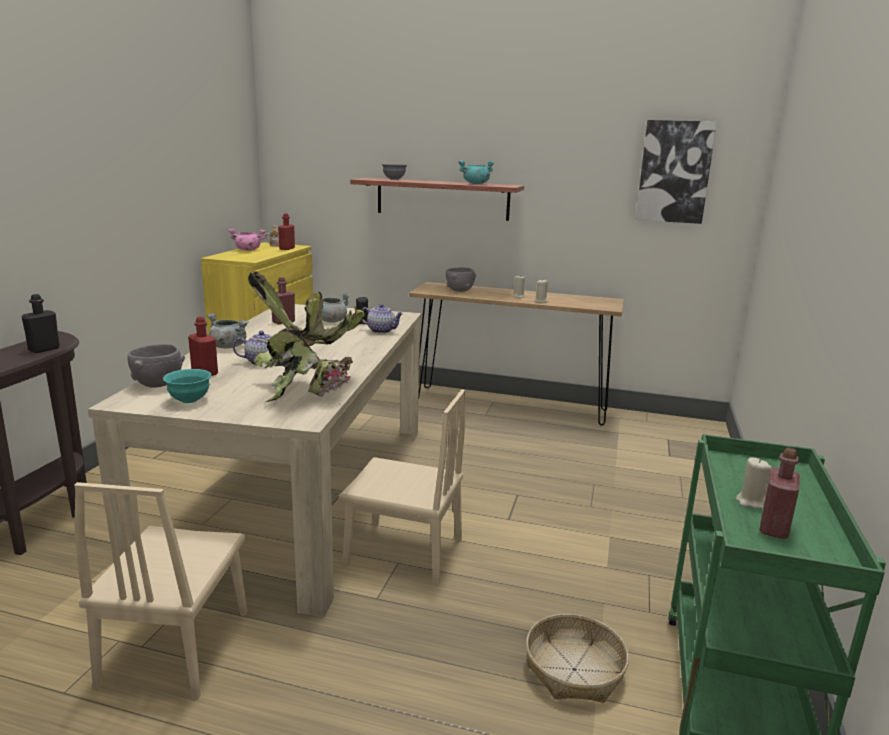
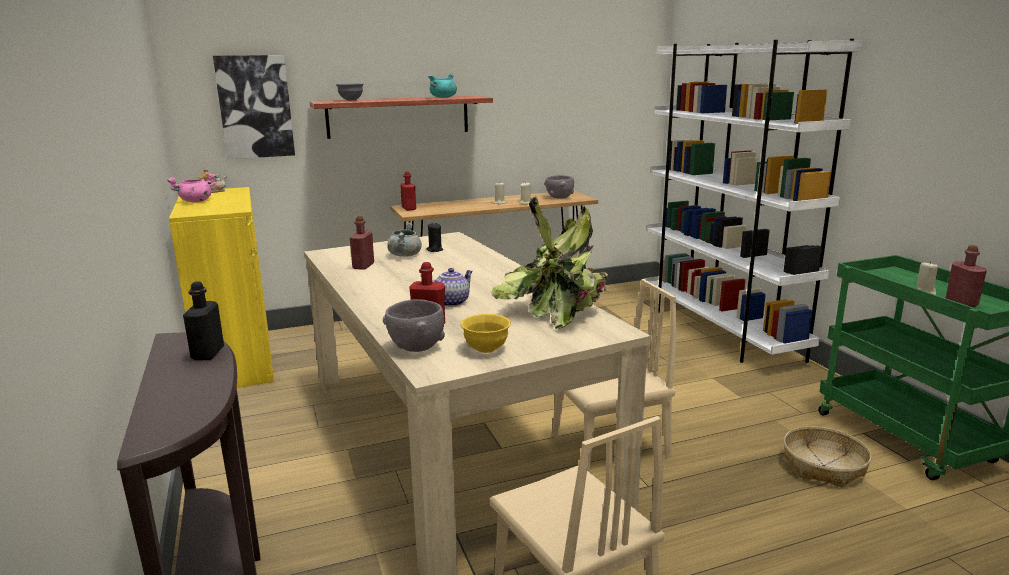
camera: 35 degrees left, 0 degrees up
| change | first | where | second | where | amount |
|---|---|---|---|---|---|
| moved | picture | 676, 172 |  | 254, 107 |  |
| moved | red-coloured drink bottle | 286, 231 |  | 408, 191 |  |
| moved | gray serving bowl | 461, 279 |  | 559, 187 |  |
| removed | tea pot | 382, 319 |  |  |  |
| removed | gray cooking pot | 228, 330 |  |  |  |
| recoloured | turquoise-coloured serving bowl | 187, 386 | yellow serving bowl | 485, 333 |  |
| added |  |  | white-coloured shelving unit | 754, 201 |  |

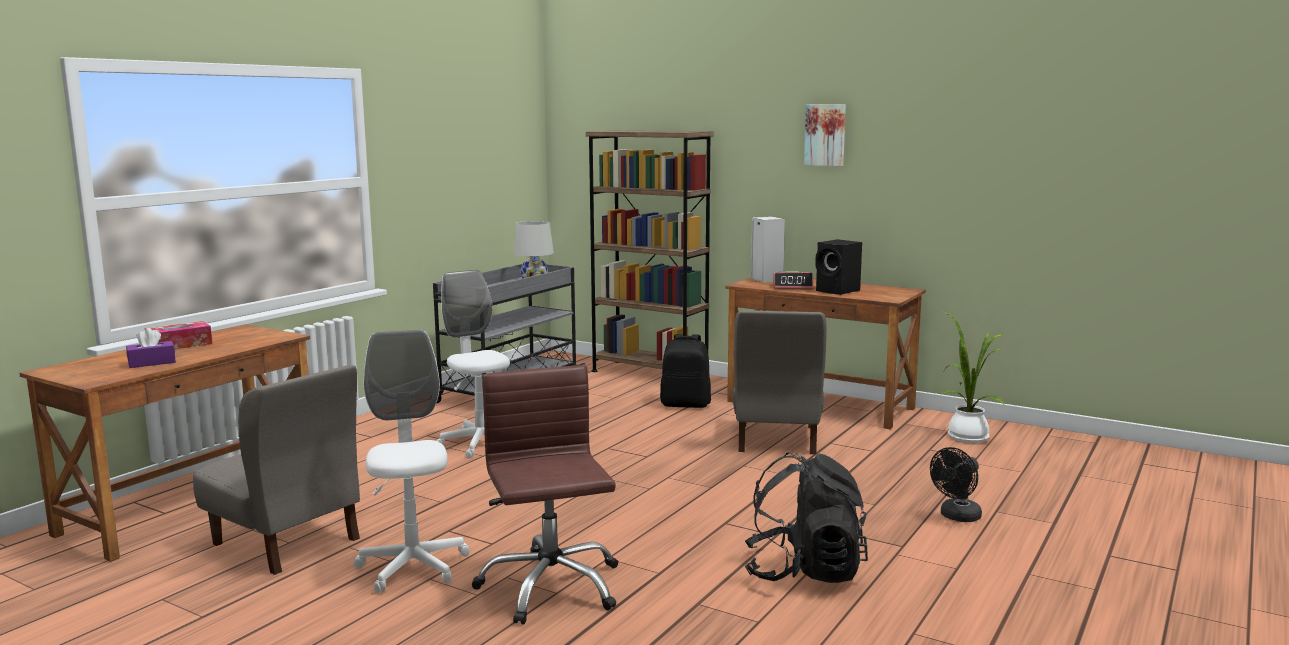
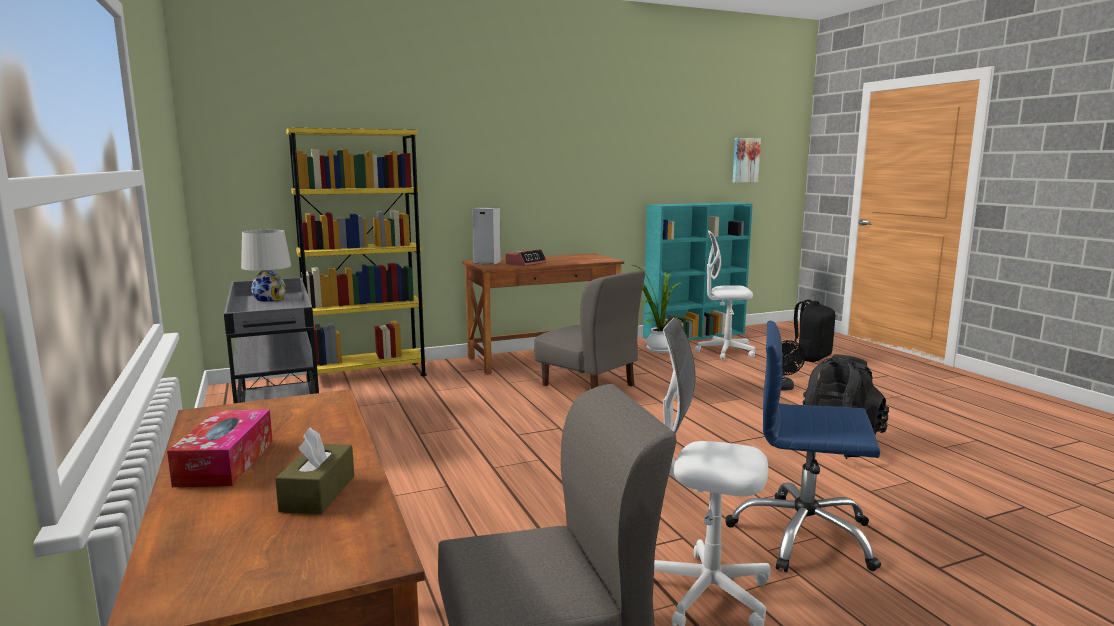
camera: 55 degrees left, 0 degrees up
| change | first | where | second | where | amount |
|---|---|---|---|---|---|
| moved | picture | 825, 135 |  | 747, 160 |  |
| recoloured | brownish shelving unit | 650, 251 | yellow shelving unit | 356, 253 |  |
| removed | black audio speaker | 838, 267 |  |  |  |
| moved | white-coloured desk chair | 473, 364 |  | 724, 295 |  |
| recoloured | purplish tissue box | 151, 348 | brownish tissue box | 314, 470 |  |
| moved | black backpack | 685, 371 |  | 814, 330 |  |
| recoloured | brownish desk chair | 545, 495 | bluish desk chair | 803, 446 |  |
| added |  |  | turquoise-coloured shelving unit | 698, 271 |  |

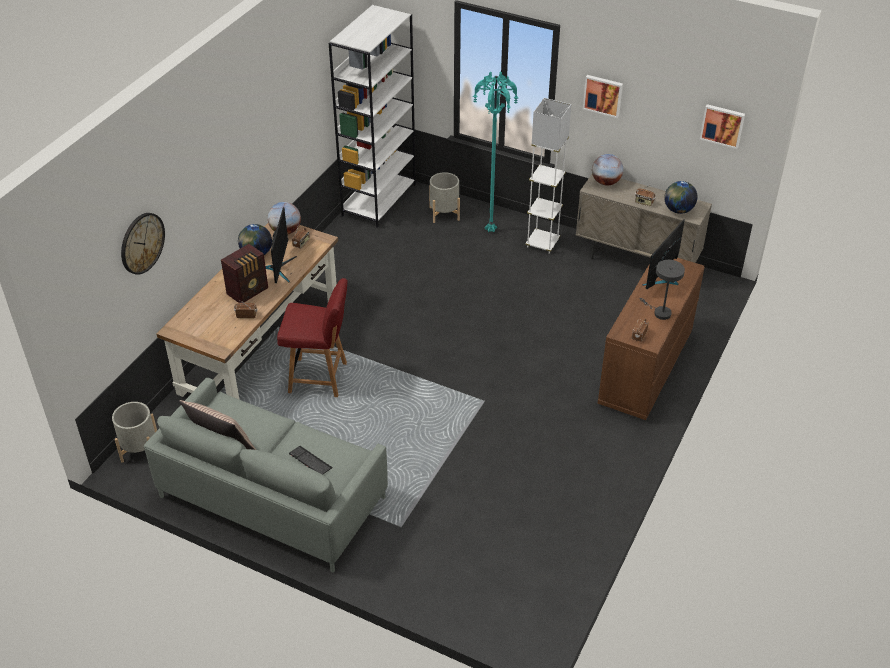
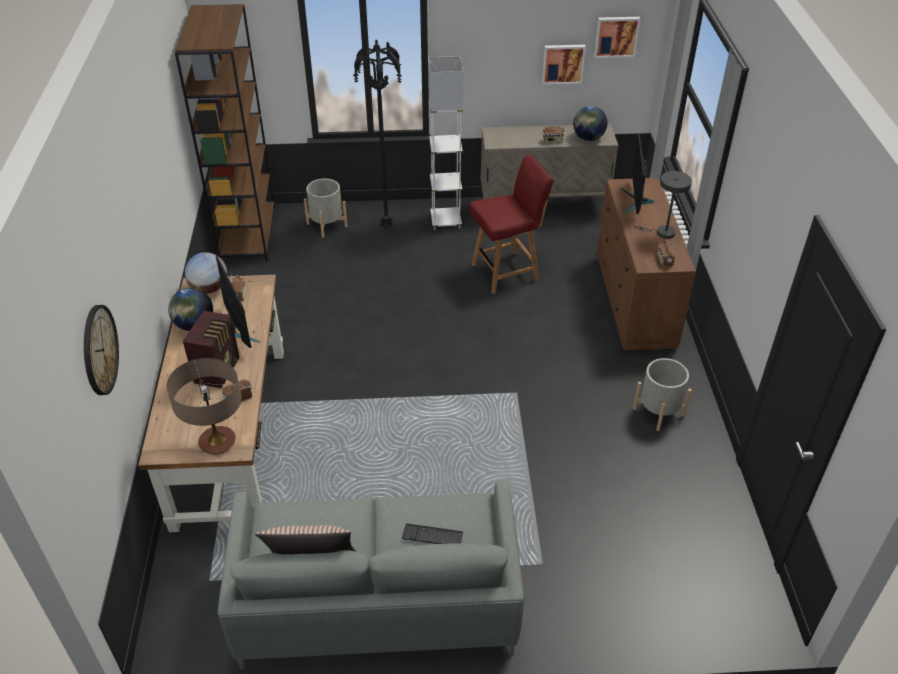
camera: 30 degrees left, 0 degrees up
| change | first | where | second | where | amount |
|---|---|---|---|---|---|
| recoloured | white-coloured shelving unit | 372, 116 | brownish shelving unit | 225, 133 |  |
| recoloured | turquoise-coloured floor lamp | 496, 152 | black floor lamp | 377, 133 |  |
| moved | picture | 603, 96 |  | 564, 65 |  |
| removed | desk globe | 607, 170 |  |  |  |
| moved | red-coloured chair | 312, 337 |  | 511, 224 |  |
| moved | gray plant pot | 134, 432 |  | 662, 394 |  |
| added |  |  | tabletop lamp | 204, 406 |  |

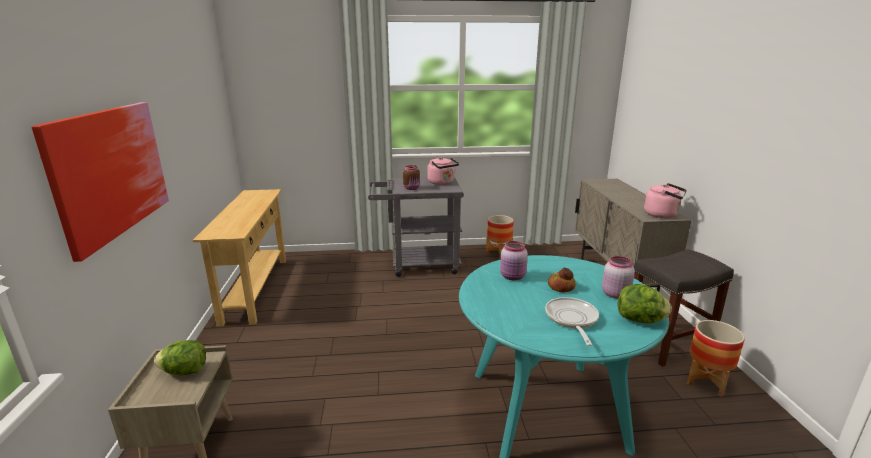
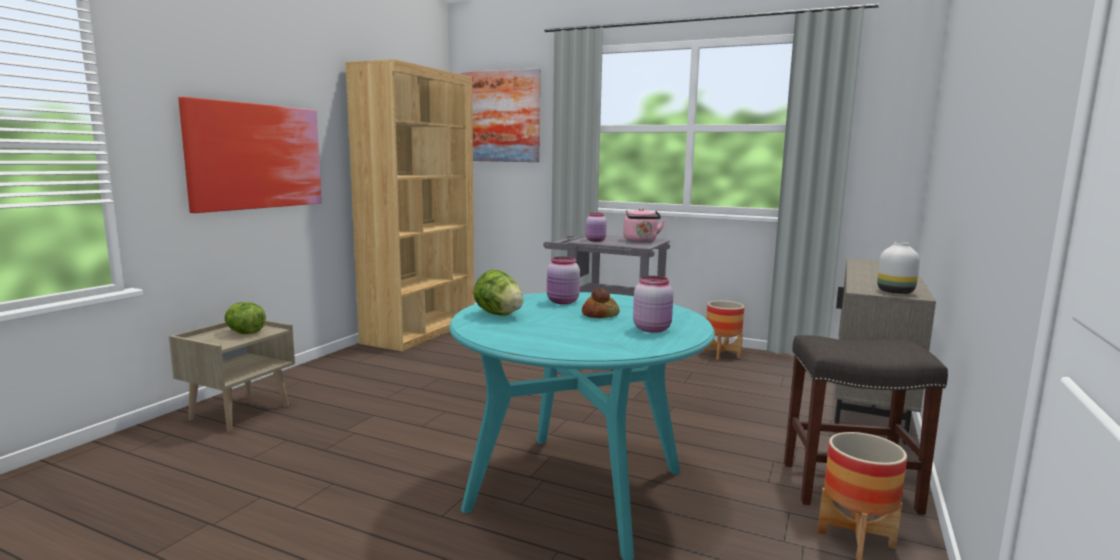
camera: 30 degrees right, 10 degrees down
| change | first | where | second | where | amount |
|---|---|---|---|---|---|
| recoloured | brownish preserve jar | 411, 177 | pink-coloured preserve jar | 596, 227 |  |
| replaced | pink-coloured water kettle | 665, 200 | white-coloured flower vase | 898, 268 |  |
| replaced | beige-coloured console table | 239, 257 | brownish shelving unit | 409, 205 |  |
| moved | head of lettuce | 645, 304 |  | 498, 292 |  |
| removed | skillet | 572, 321 |  |  |  |
| added |  |  | picture | 500, 115 |  |

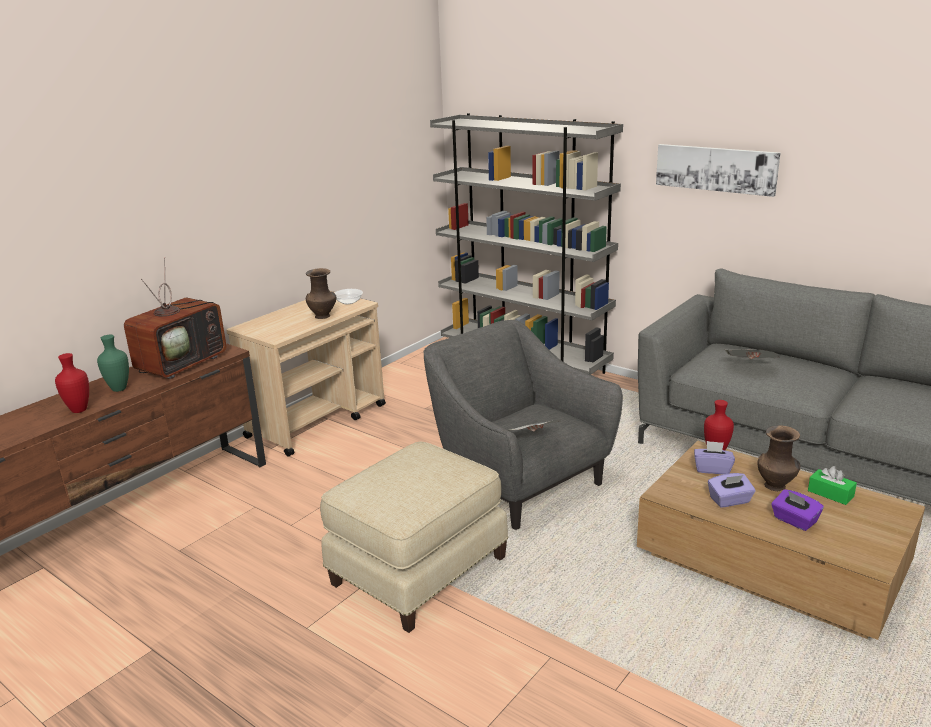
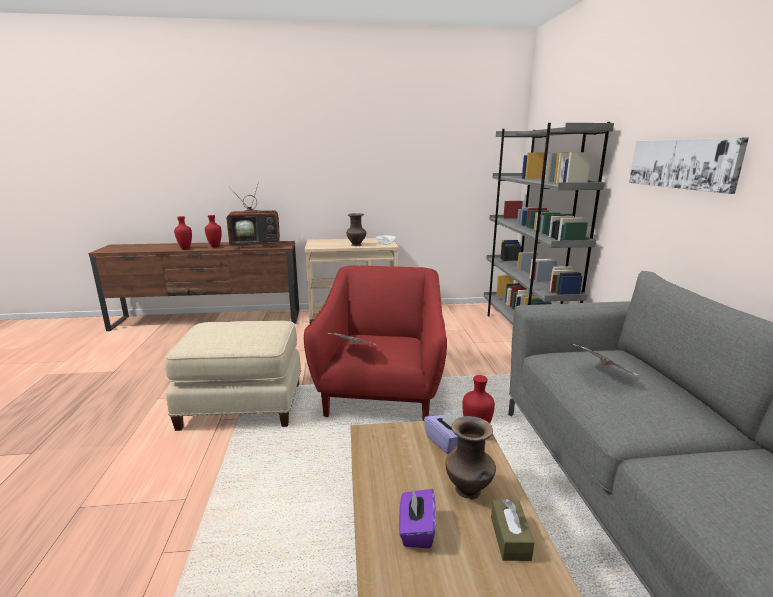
camera: 45 degrees right, 5 degrees down
| change | first | where | second | where | amount |
|---|---|---|---|---|---|
| recoloured | gray armchair | 523, 425 | red-coloured armchair | 375, 343 |  |
| recoloured | greenish flower vase | 113, 363 | red-coloured flower vase | 213, 231 |  |
| recoloured | greenish tissue box | 832, 485 | brownish tissue box | 512, 530 |  |
| removed | purplish tissue box | 732, 490 |  |  |  |

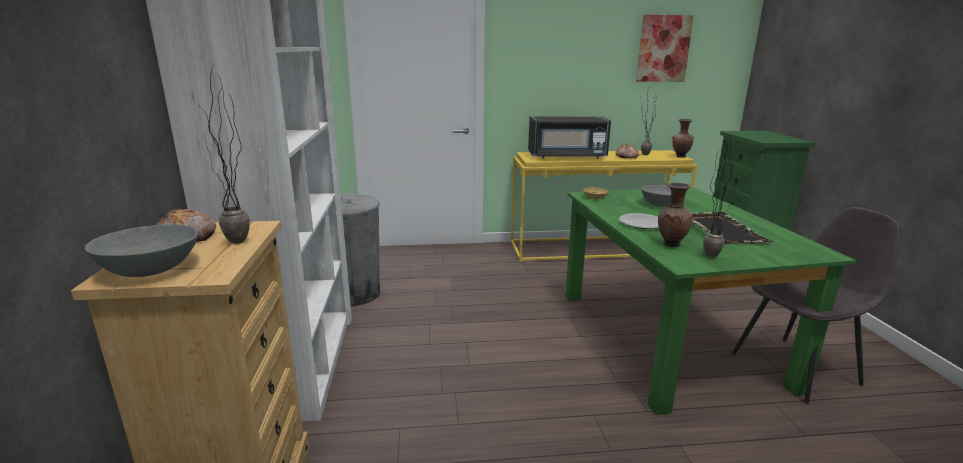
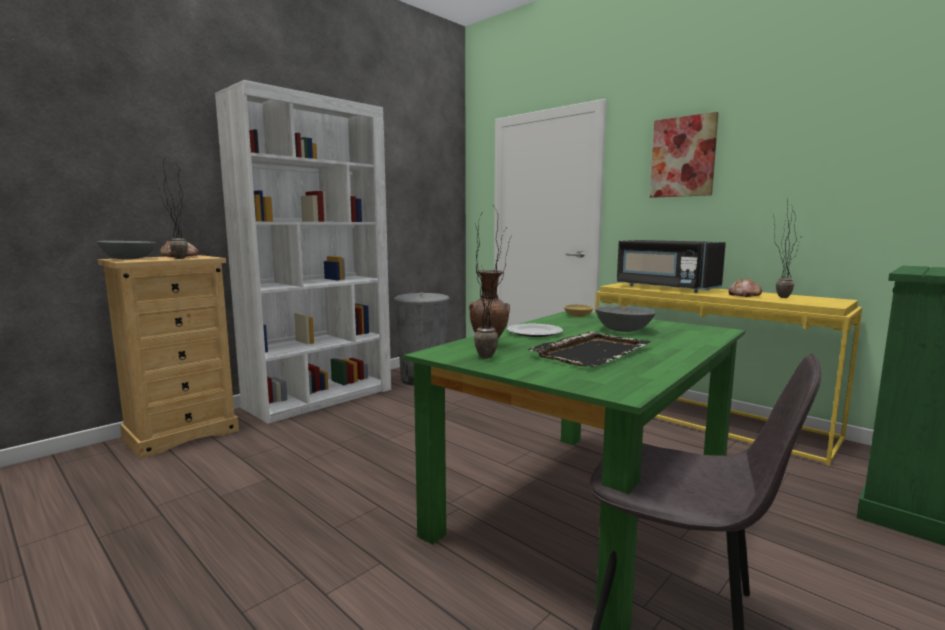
camera: 50 degrees right, 10 degrees down
| change | first | where | second | where | amount |
|---|---|---|---|---|---|
| moved | picture | 665, 48 |  | 684, 155 |  |
| removed | brownish flower vase | 683, 138 |  |  |  |

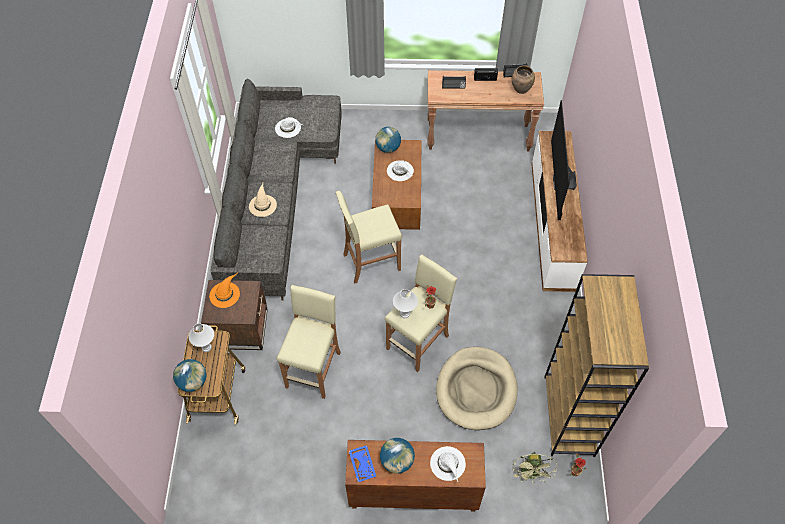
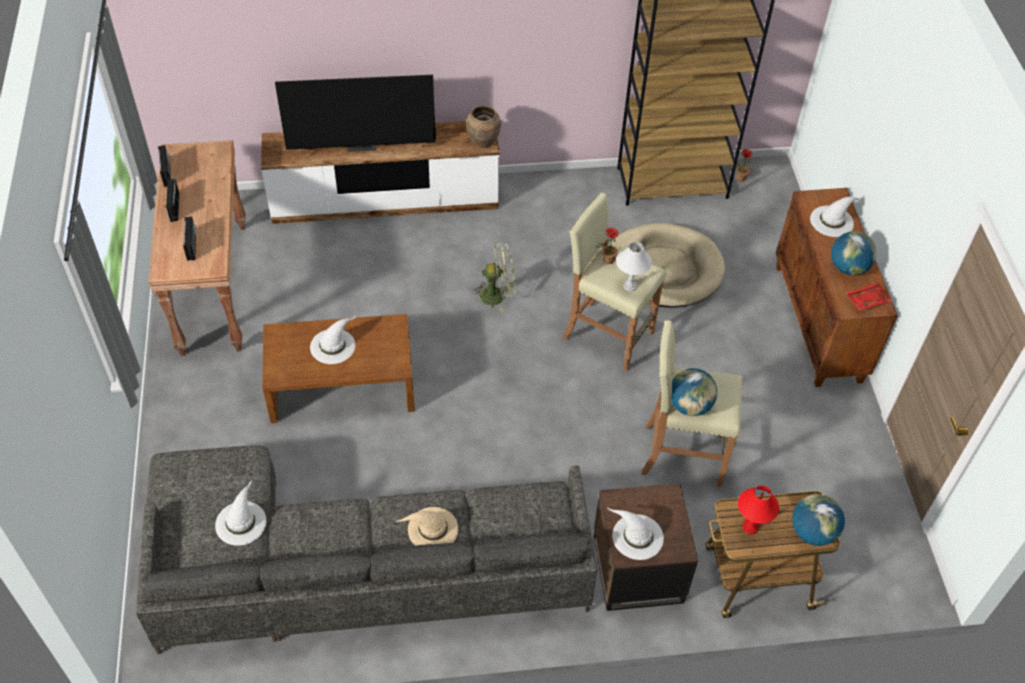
camera: 100 degrees left, 5 degrees down
| change | first | where | second | where | amount |
|---|---|---|---|---|---|
| moved | brownish flower vase | 523, 79 |  | 483, 126 |  |
| moved | desk globe | 388, 140 |  | 694, 392 |  |
| removed | beige-coloured sitting stool | 369, 237 |  |  |  |
| recoloured | orange-coloured clothing hat | 224, 290 | white-coloured clothing hat | 635, 534 |  |
| recoloured | white-coloured tabletop lamp | 201, 338 | red-coloured tabletop lamp | 758, 509 |  |
| recoloured | bluish tray | 362, 463 | red-coloured tray | 869, 296 |  |
| moved | greenish electric fan | 535, 468 |  | 494, 277 |  |

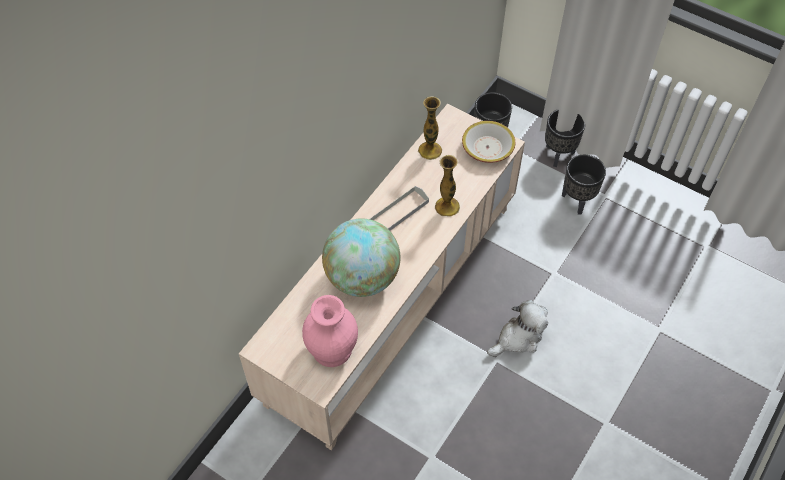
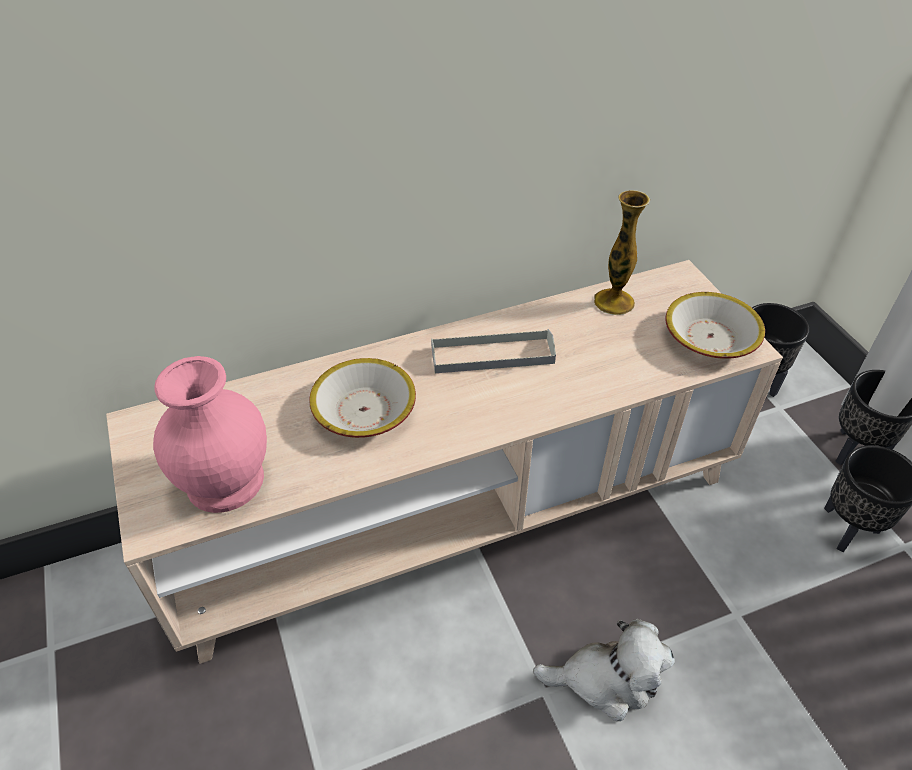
camera: 35 degrees right, 10 degrees down
| change | first | where | second | where | amount |
|---|---|---|---|---|---|
| removed | flower vase | 447, 186 |  |  |  |
| replaced | desk globe | 361, 257 | serving bowl | 362, 398 |  |

